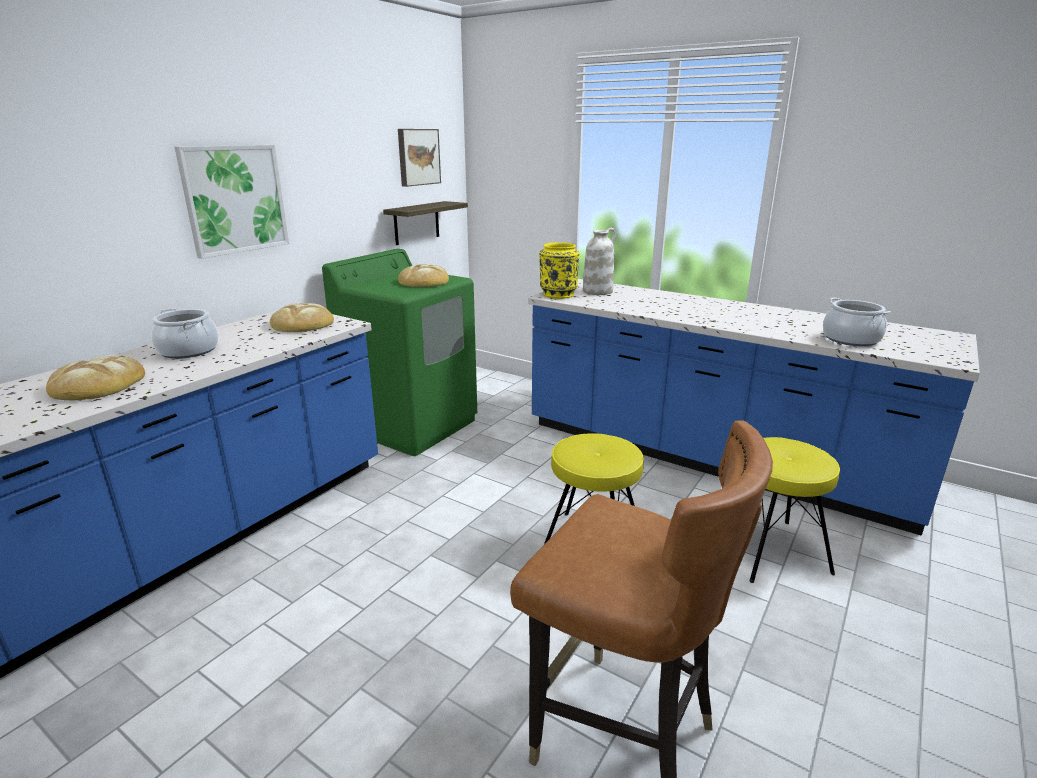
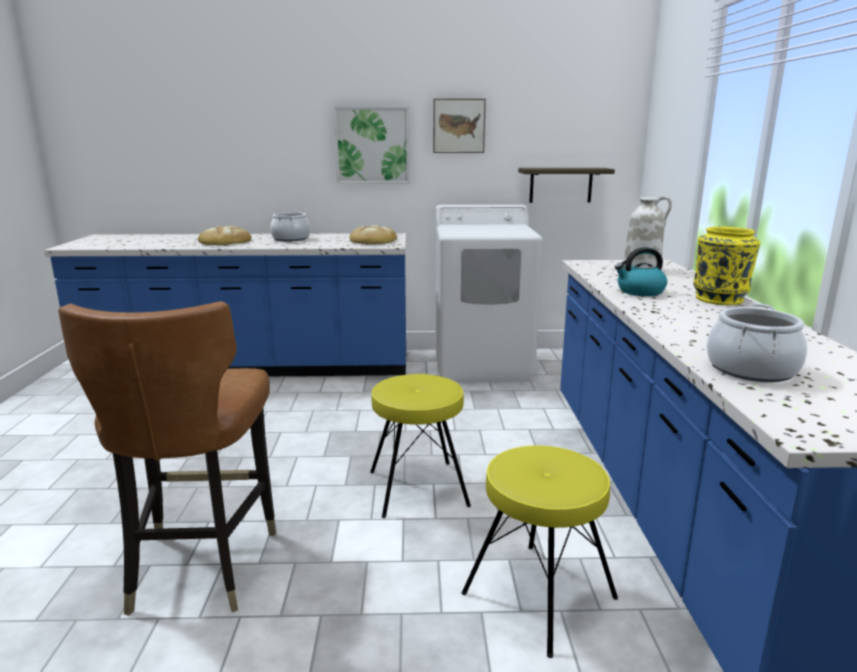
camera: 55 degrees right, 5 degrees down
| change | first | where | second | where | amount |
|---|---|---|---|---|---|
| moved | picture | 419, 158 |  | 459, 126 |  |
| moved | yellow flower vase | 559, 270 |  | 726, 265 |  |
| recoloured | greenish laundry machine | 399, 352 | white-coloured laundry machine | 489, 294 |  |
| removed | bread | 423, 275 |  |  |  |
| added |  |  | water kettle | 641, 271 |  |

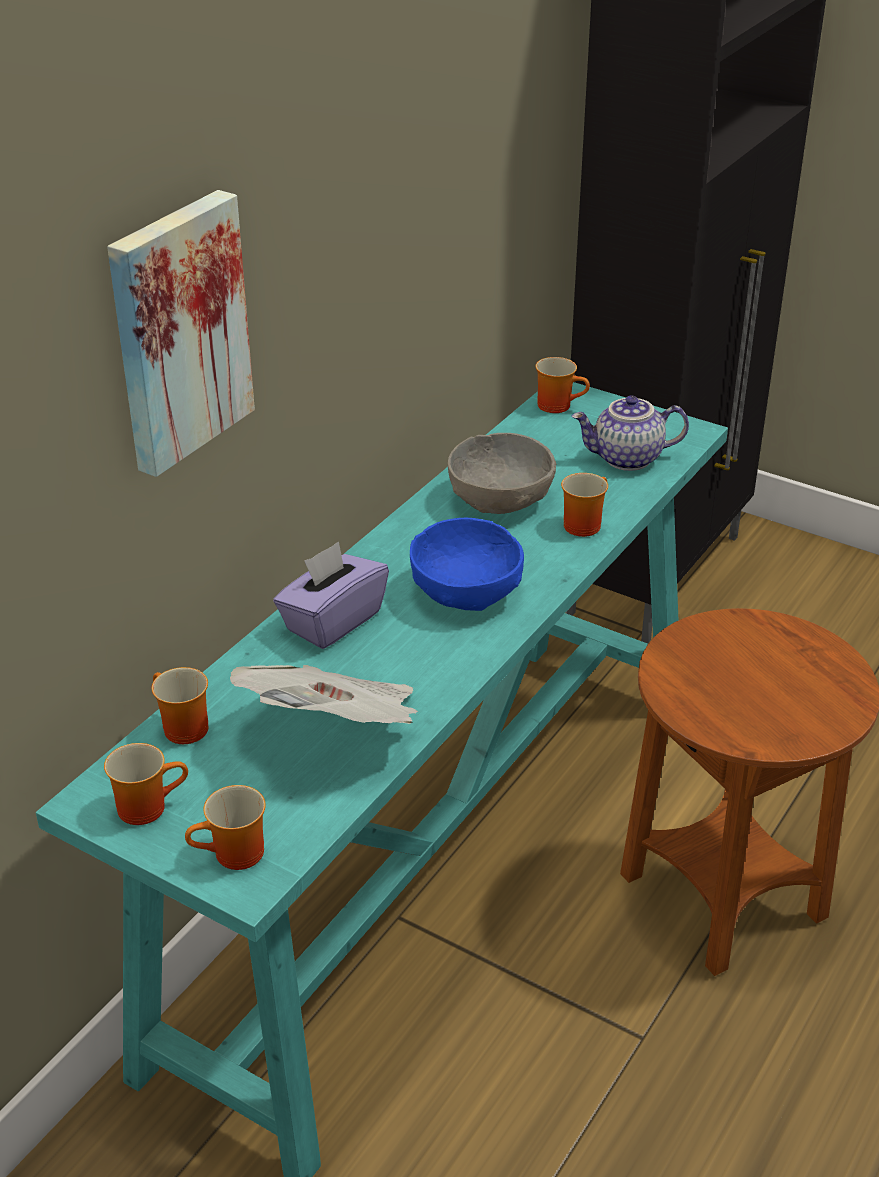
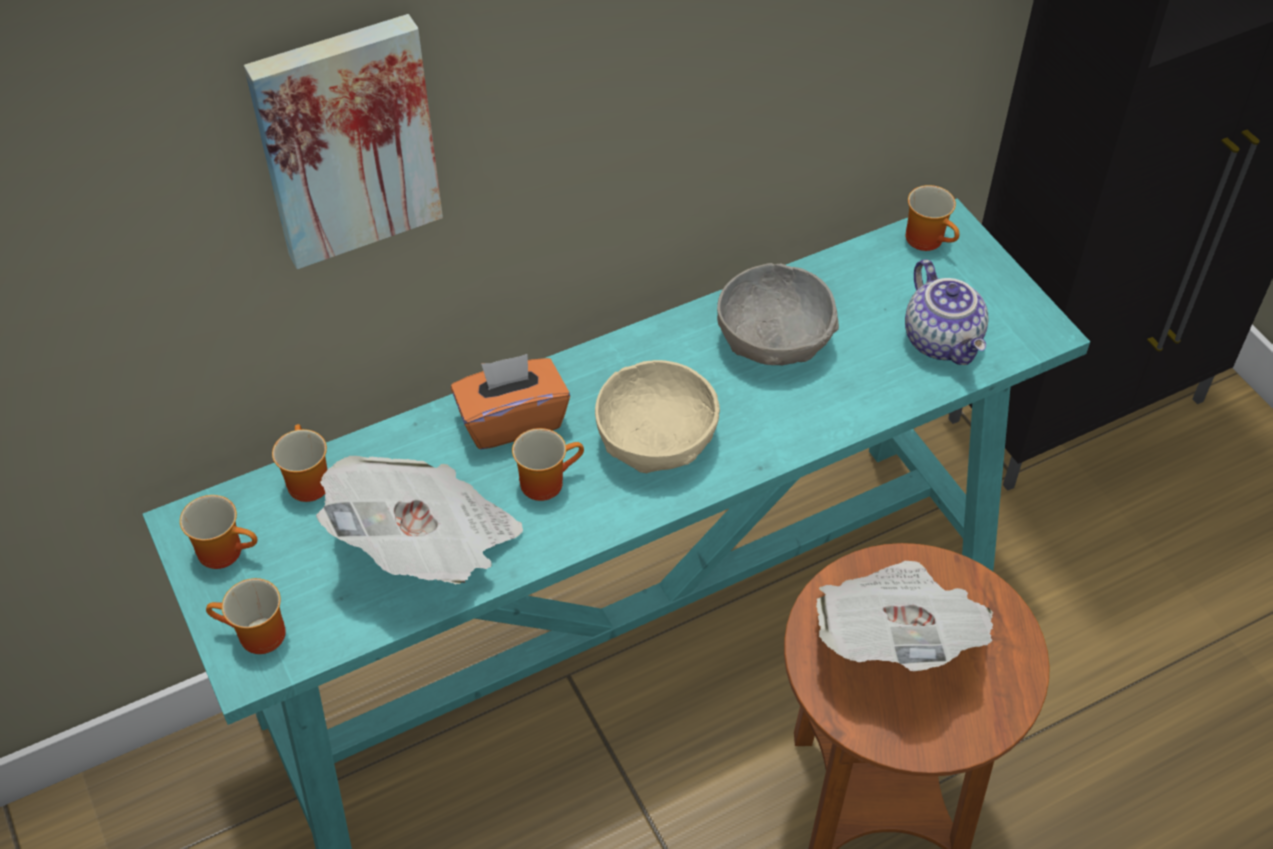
camera: 30 degrees right, 15 degrees up
| change | first | where | second | where | amount |
|---|---|---|---|---|---|
| turned | tea pot | 630, 433 |  | 947, 312 | 135 degrees counterclockwise |
| moved | mug | 584, 505 |  | 548, 464 |  |
| recoloured | bluish serving bowl | 467, 564 | beige-coloured serving bowl | 657, 416 |  |
| recoloured | purplish tissue box | 331, 595 | orange-coloured tissue box | 510, 402 |  |
| added |  |  | printed paper | 904, 616 |  |

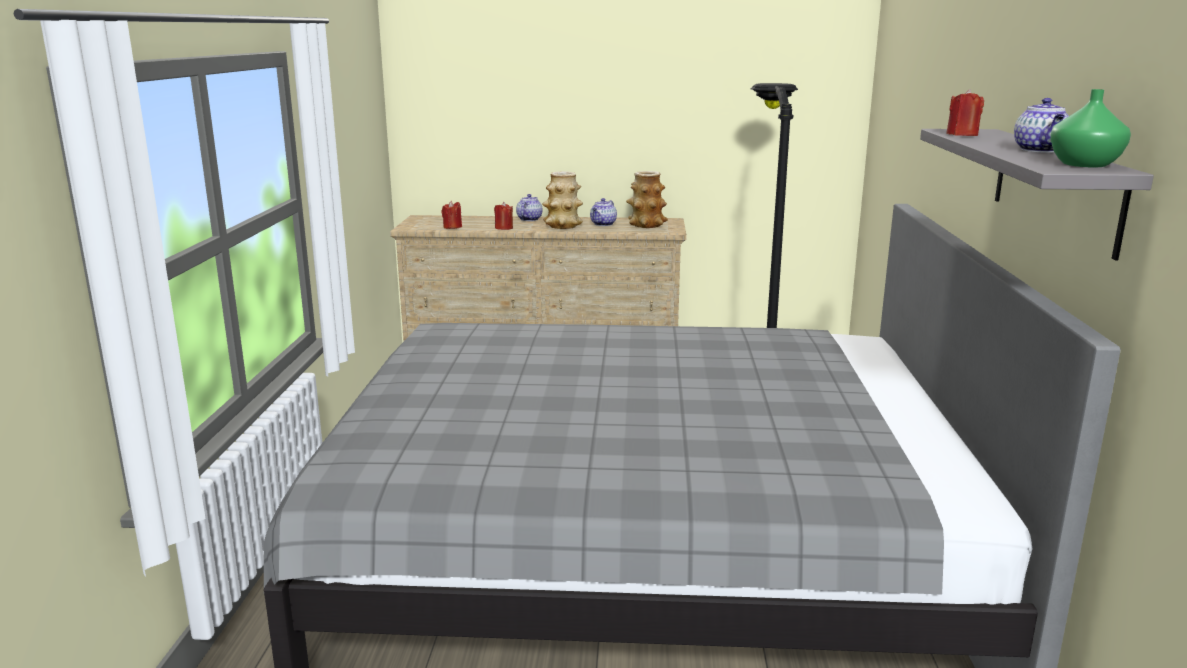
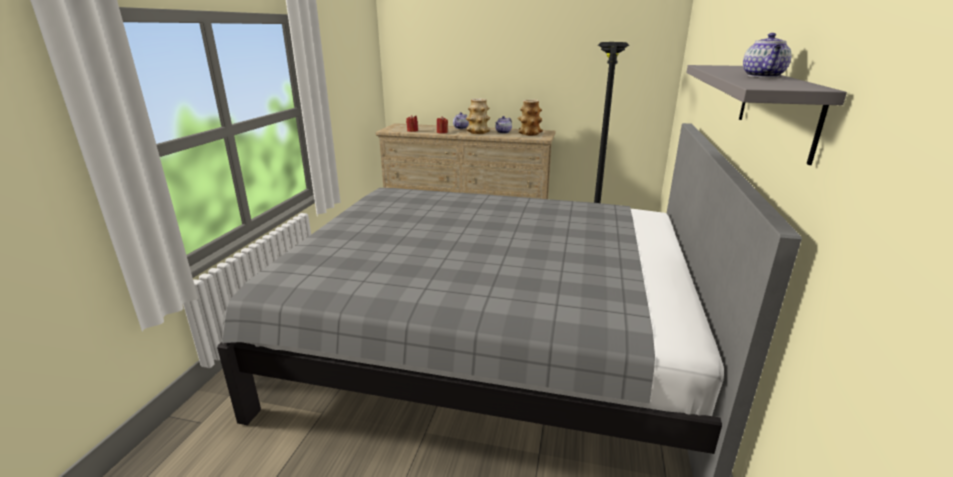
camera: 10 degrees right, 5 degrees up
| change | first | where | second | where | amount |
|---|---|---|---|---|---|
| removed | red-coloured candle | 965, 112 |  |  |  |
| removed | greenish flower vase | 1090, 128 |  |  |  |

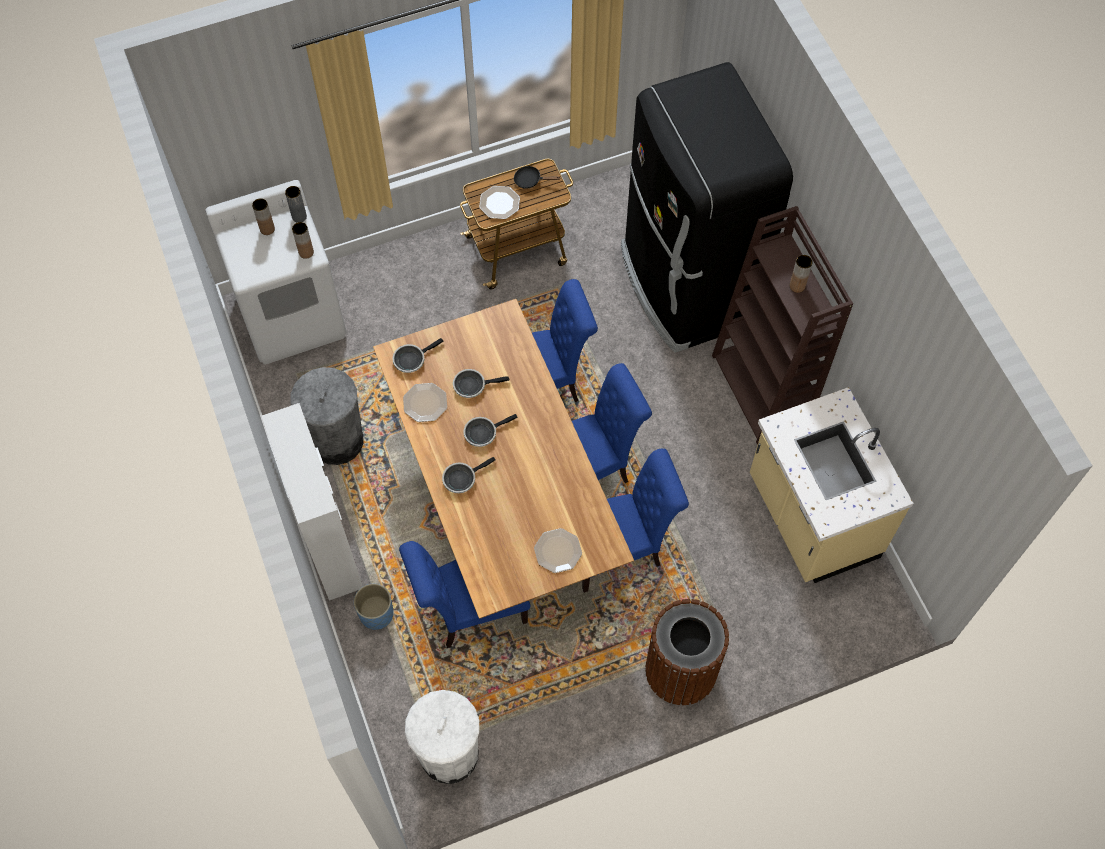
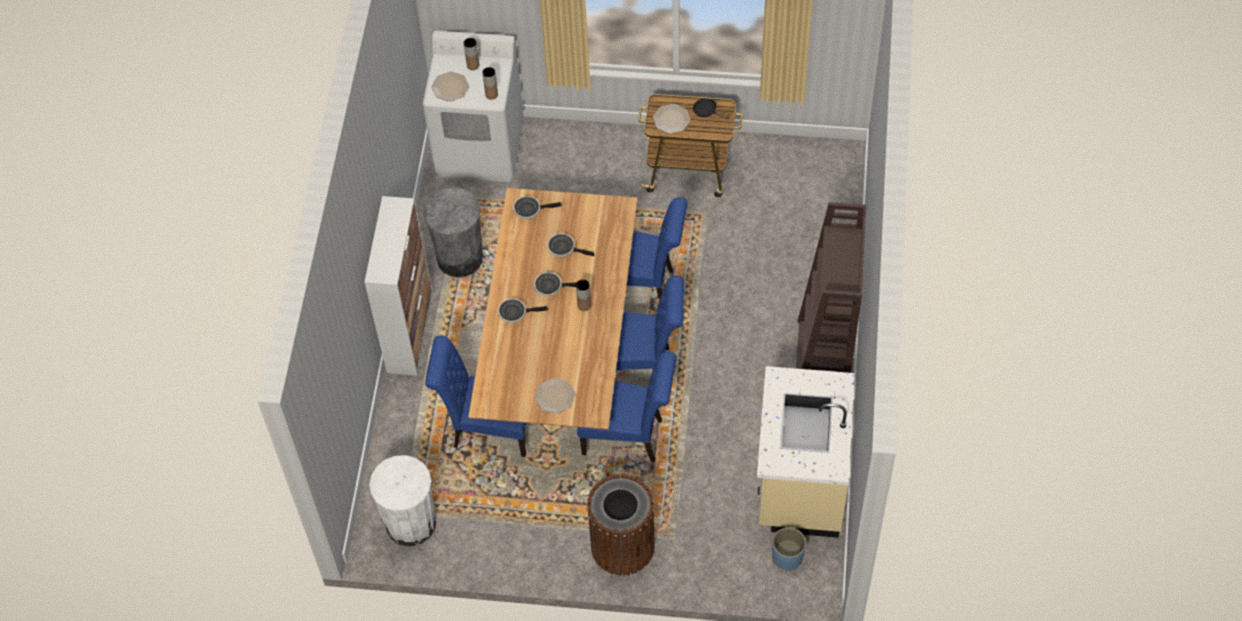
camera: 30 degrees right, 5 degrees down
| change | first | where | second | where | amount |
|---|---|---|---|---|---|
| removed | black fridge | 707, 207 |  |  |  |
| removed | gray flower vase | 296, 204 |  |  |  |
| moved | brownish flower vase | 801, 274 |  | 583, 295 |  |
| moved | dinner plate | 425, 402 |  | 450, 86 |  |
| moved | bluish plant pot | 374, 607 |  | 789, 549 |  |

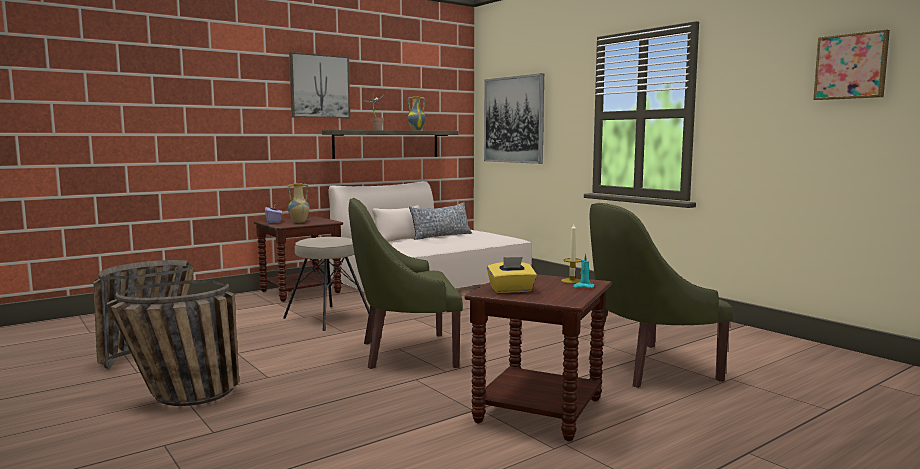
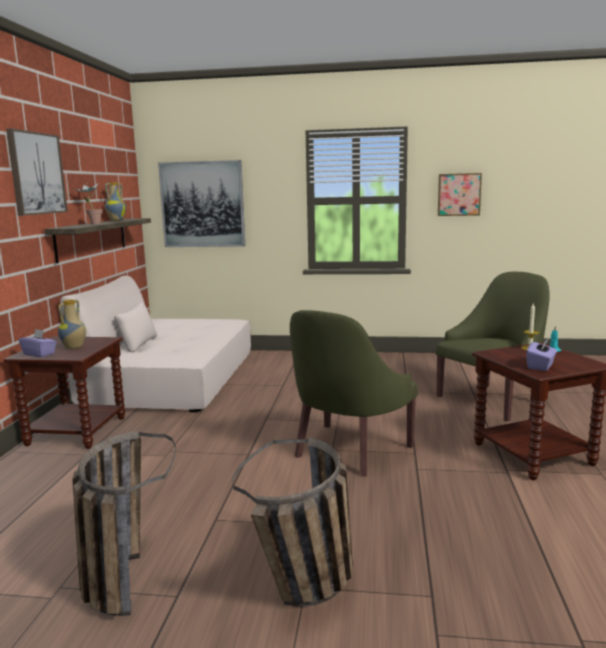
camera: 45 degrees left, 5 degrees up
| change | first | where | second | where | amount |
|---|---|---|---|---|---|
| moved | picture | 851, 64 |  | 460, 194 |  |
| removed | throw pillow | 440, 221 |  |  |  |
| turned | greenish armchair | 661, 295 |  | 492, 347 | 150 degrees counterclockwise |
| removed | beige-coloured sitting stool | 326, 284 |  |  |  |
| recoloured | yellow tissue box | 512, 275 | purplish tissue box | 541, 354 |  |

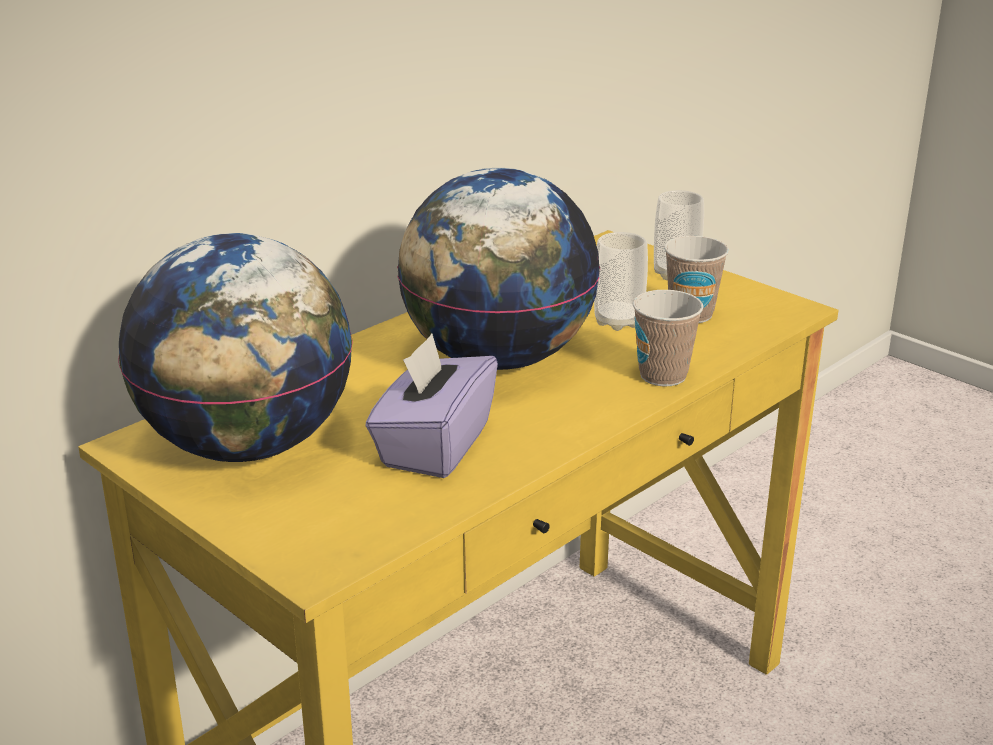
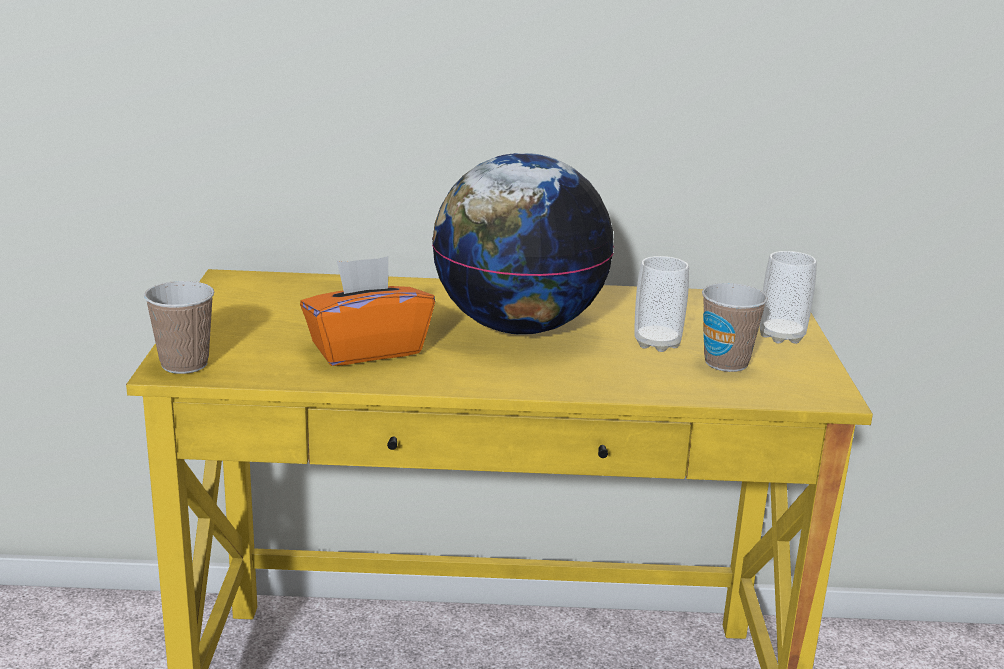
camera: 45 degrees right, 5 degrees down
| change | first | where | second | where | amount |
|---|---|---|---|---|---|
| removed | desk globe | 235, 347 |  |  |  |
| moved | drinking cup | 668, 338 |  | 179, 327 |  |
| recoloured | purplish tissue box | 432, 406 | orange-coloured tissue box | 367, 311 |  |

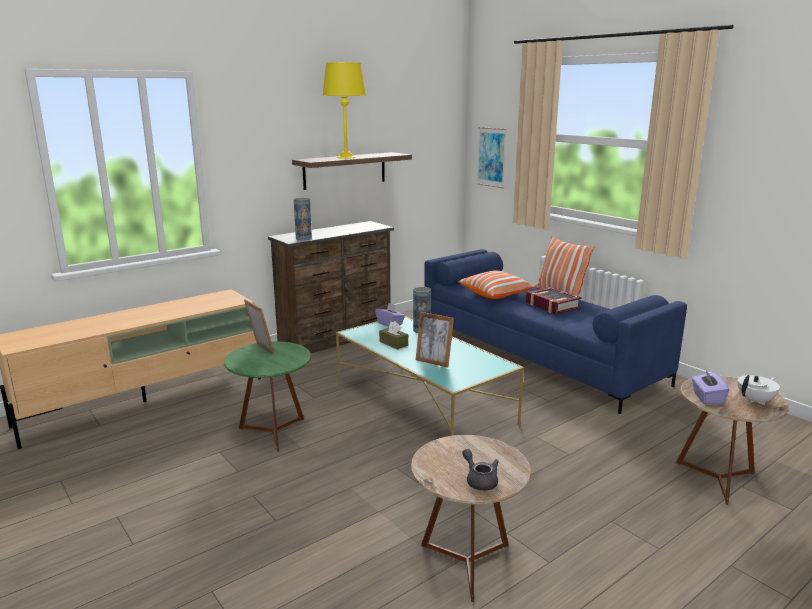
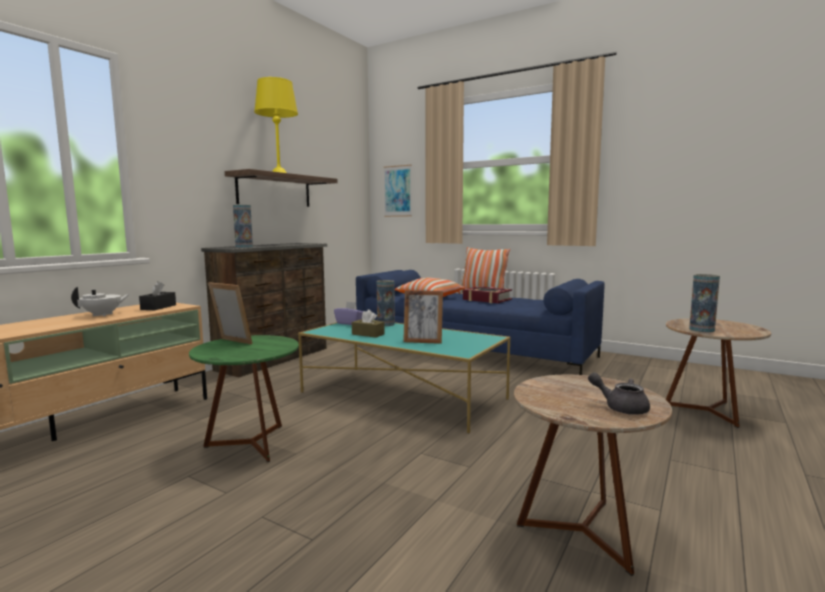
camera: 20 degrees left, 10 degrees down
| change | first | where | second | where | amount |
|---|---|---|---|---|---|
| replaced | purplish tissue box | 710, 386 | flower vase | 704, 303 |  |
| moved | white-coloured tea pot | 758, 390 |  | 100, 301 |  |
| added |  |  | black tissue box | 157, 295 |  |

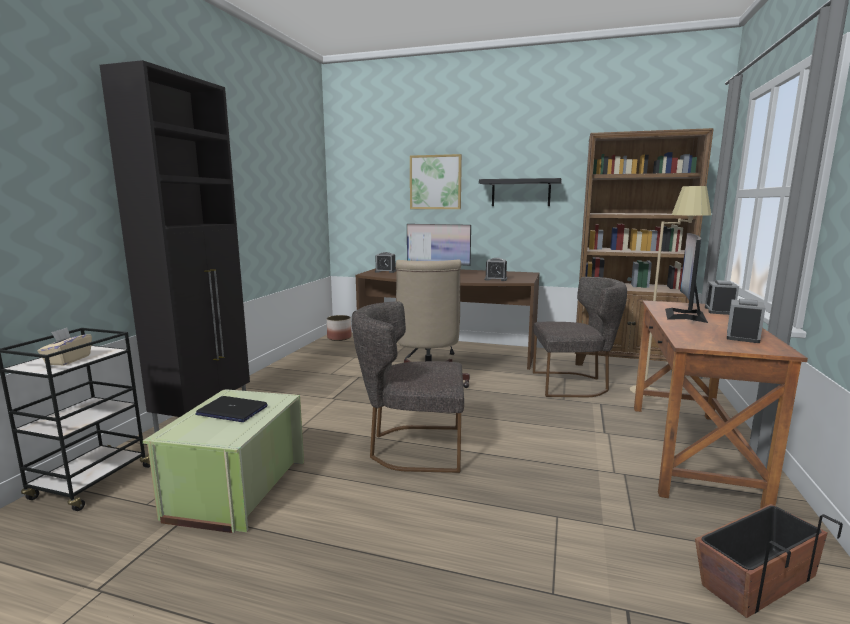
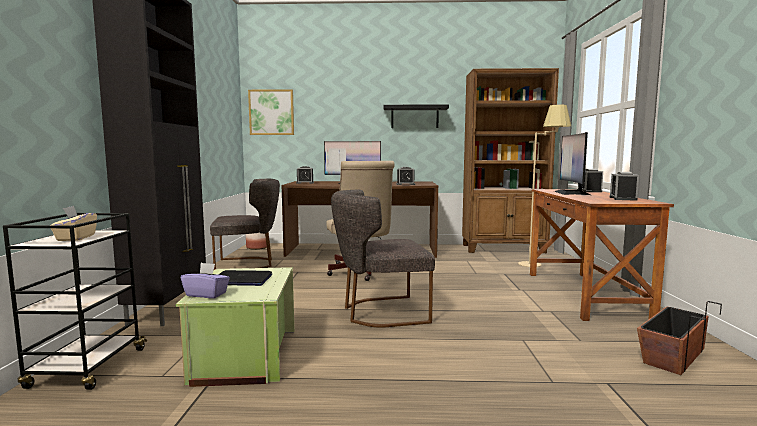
camera: 15 degrees left, 5 degrees down
| change | first | where | second | where | amount |
|---|---|---|---|---|---|
| moved | picture | 436, 181 |  | 271, 112 |  |
| moved | gray chair | 580, 337 |  | 245, 224 |  |
| added |  |  | purplish tissue box | 205, 280 |  |

